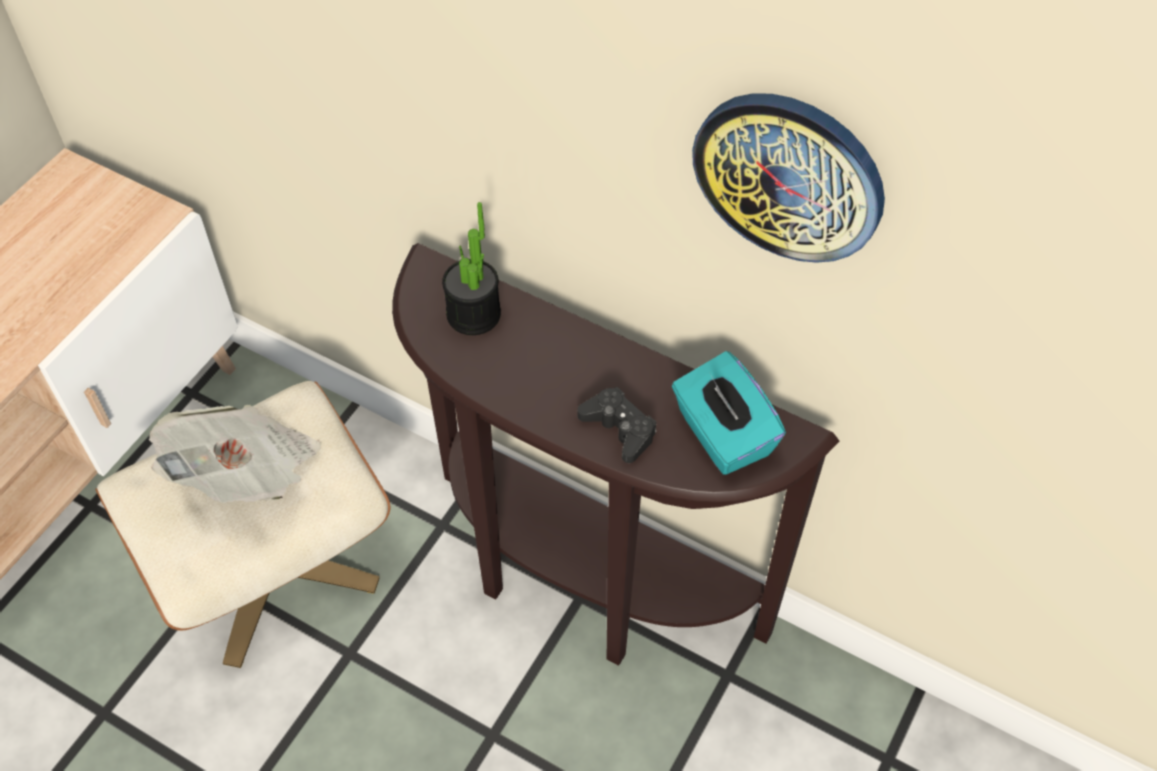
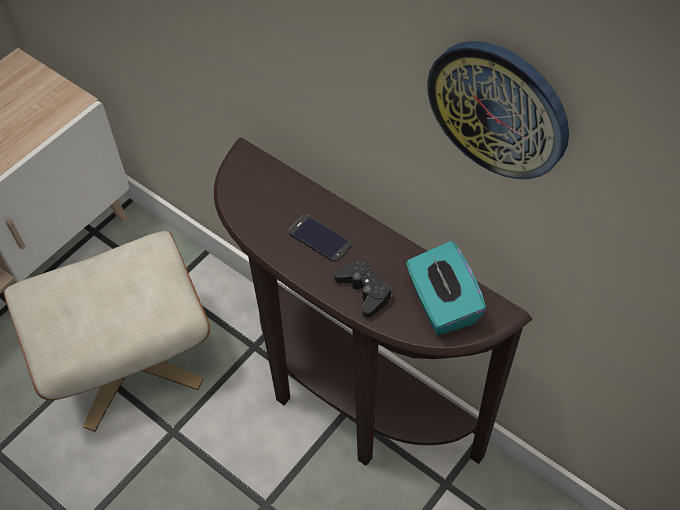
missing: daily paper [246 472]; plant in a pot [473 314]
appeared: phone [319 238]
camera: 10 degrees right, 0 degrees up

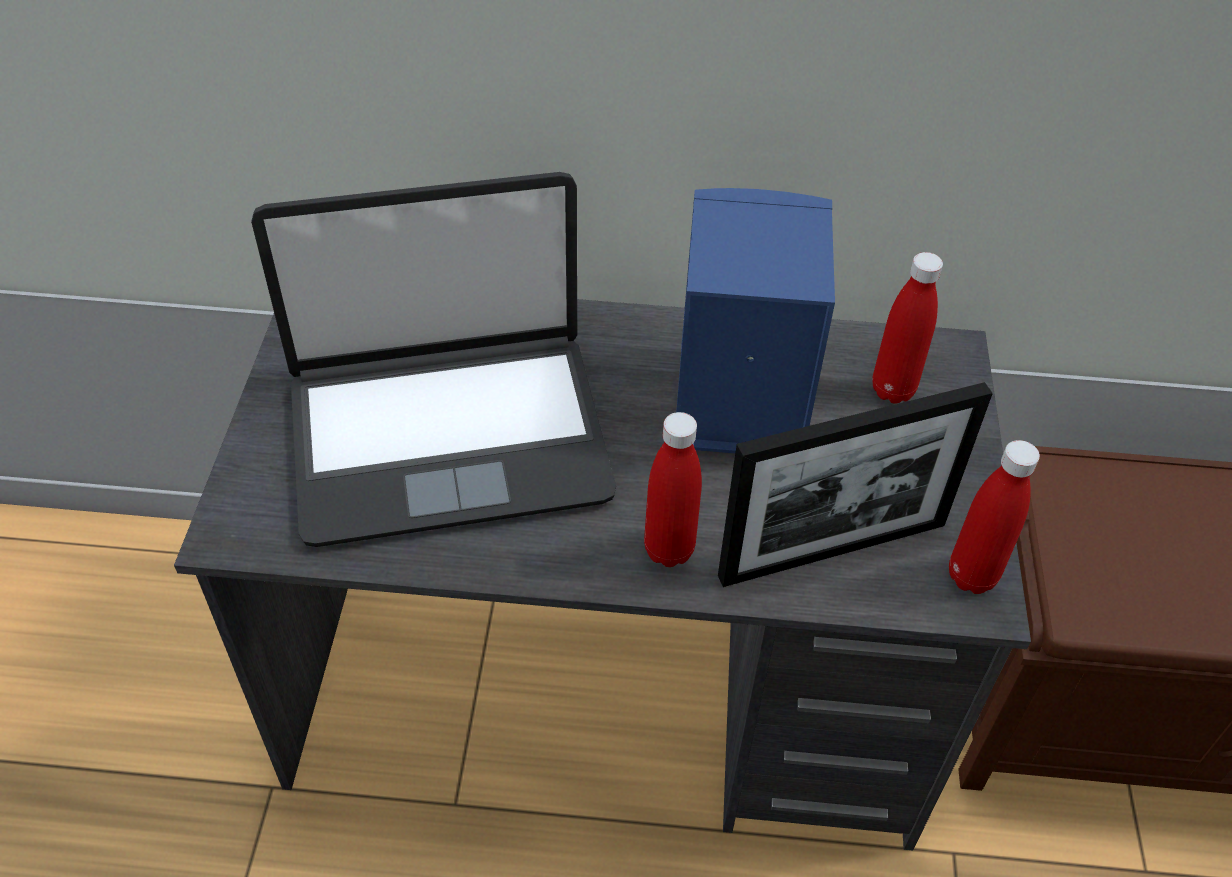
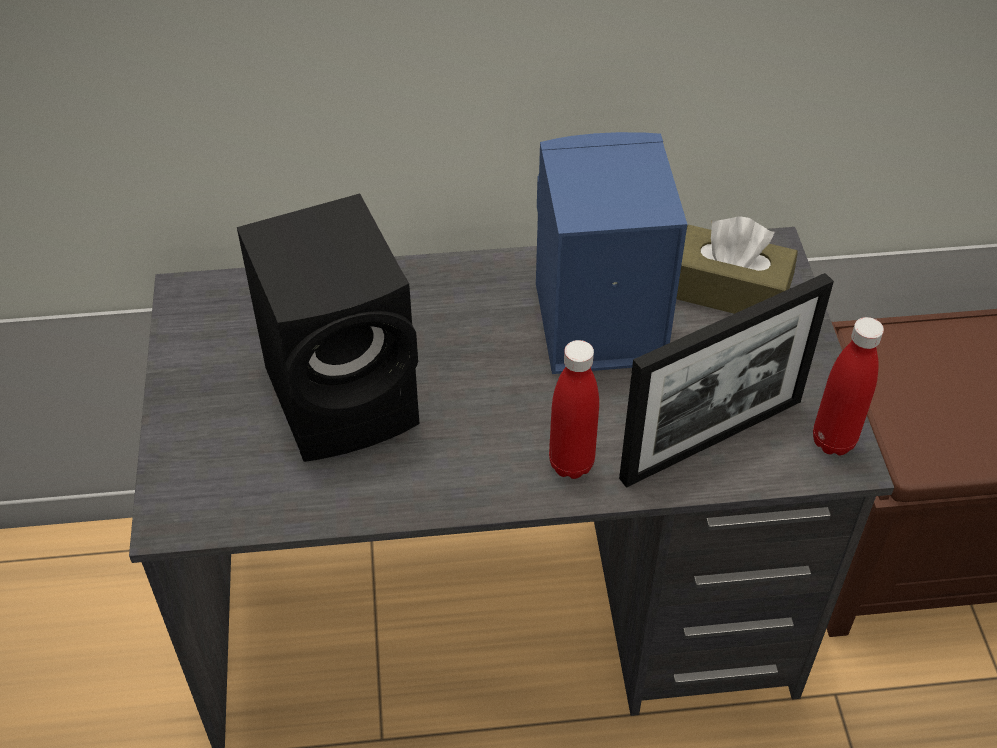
exchanged: laptop [448 436] to blackish loudspeaker [347 397]; reddish drink bottle [892 390] to brown-coloured tissue box [729 291]
camera: 10 degrees left, 0 degrees up

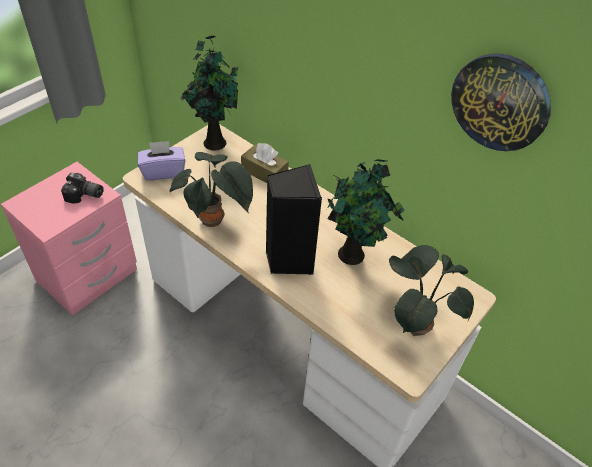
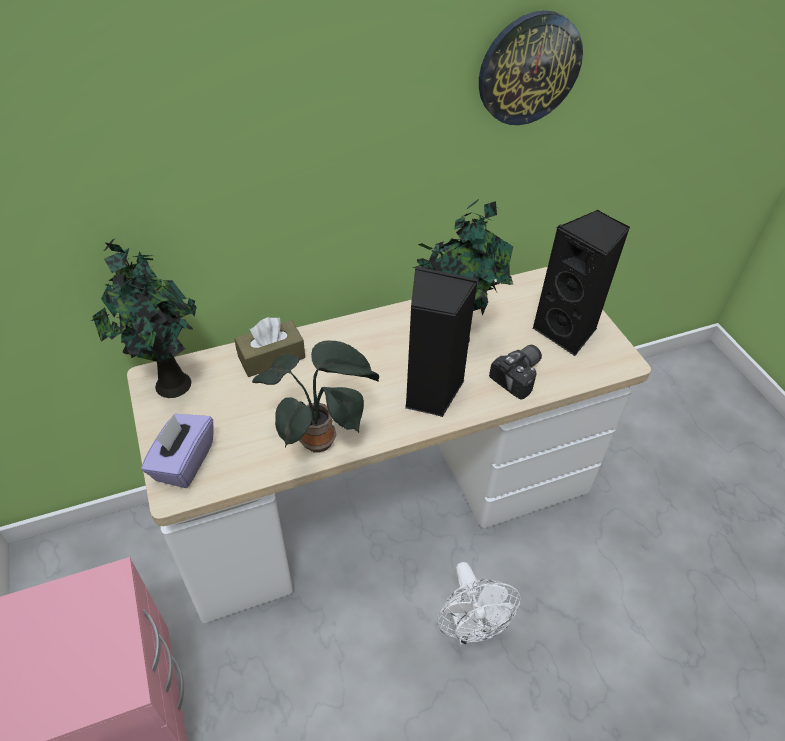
appeared: whitish fan [469 628]
relocated: photo camera [84 196] to [520 376]
exchanged: plant in a pot [414 323] to blackish loudspeaker [568 331]
camera: 60 degrees left, 0 degrees up

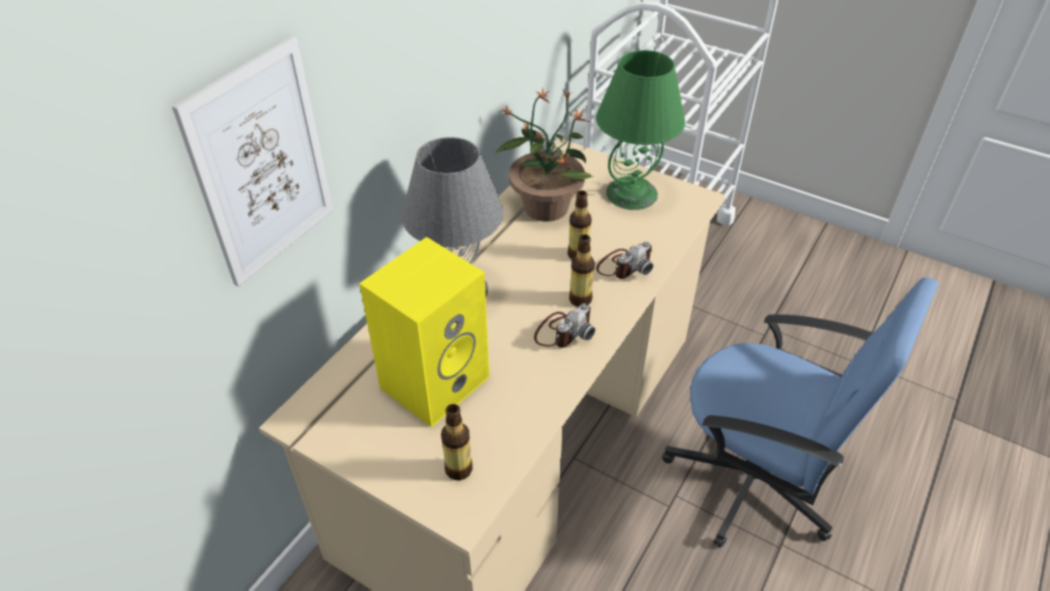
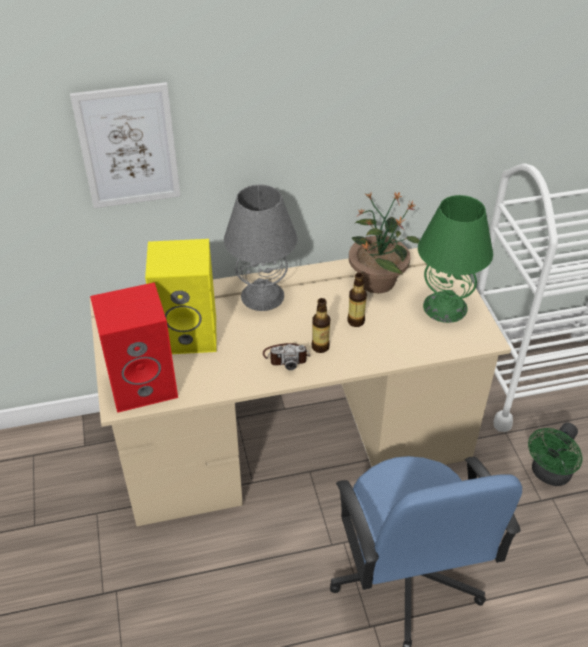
missing: photo camera [624 265]
appeared: greenish fan [549 475]
exchanged: drink bottle [458 469] to reddish loudspeaker [144 383]
camera: 45 degrees right, 0 degrees up

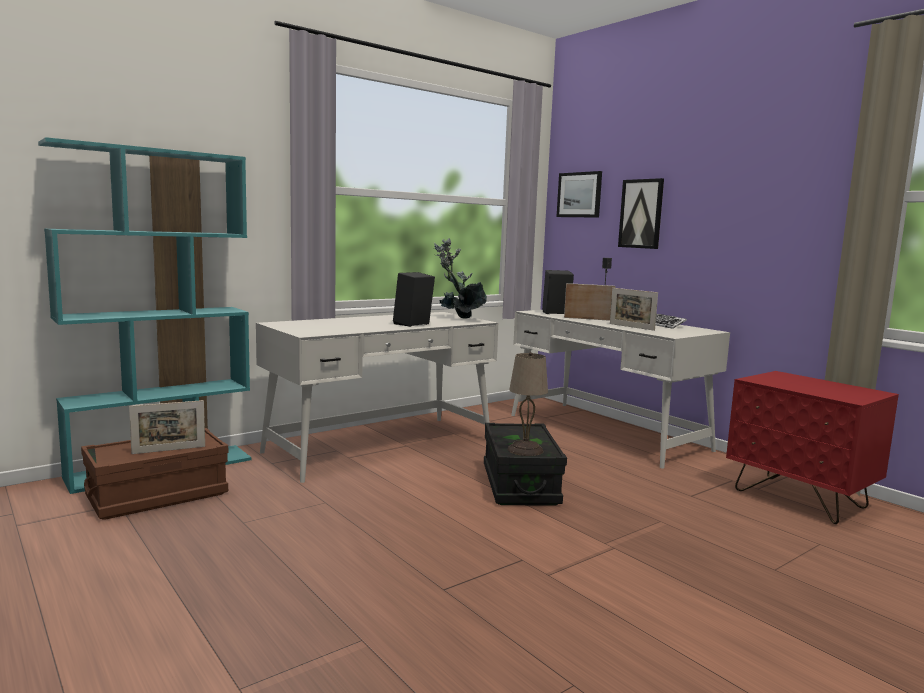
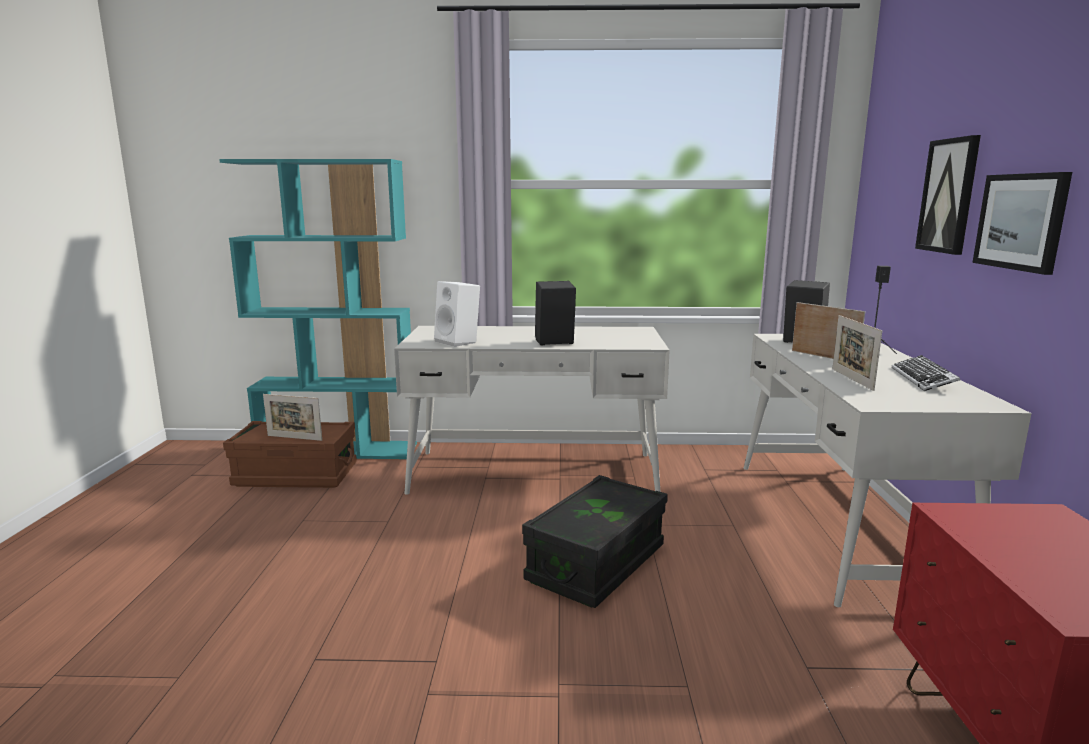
missing: plant in a pot [458 319]; beige table lamp [524 449]
appeared: whitish loudspeaker [459 342]
relocated: wall art [579 195] to [1021 221]
camera: 40 degrees right, 5 degrees up

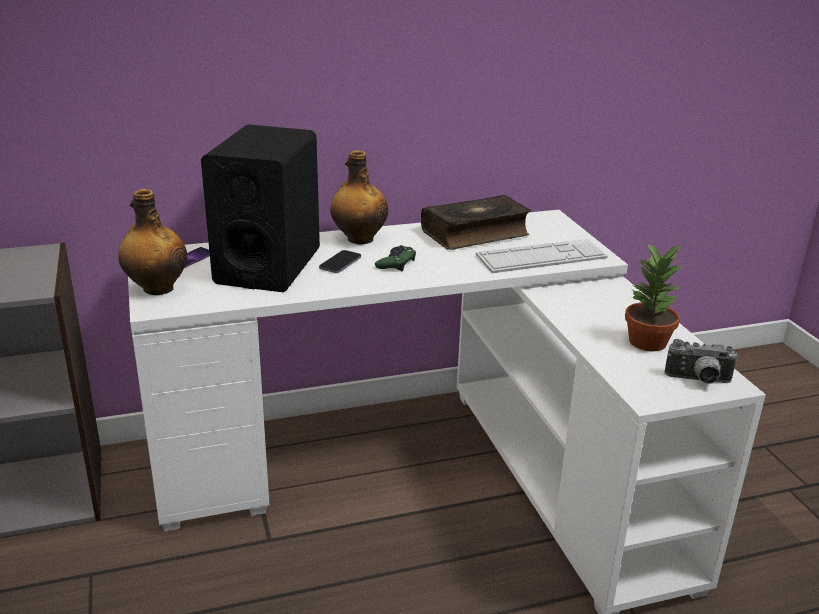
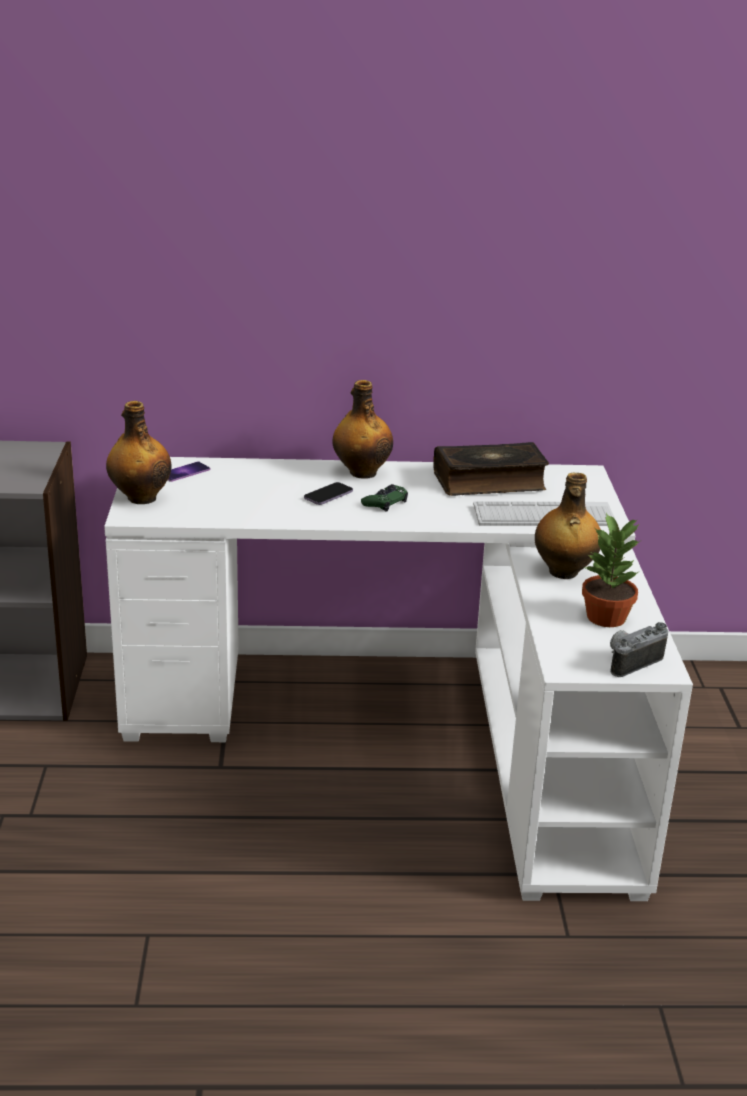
missing: blackish loudspeaker [268 266]
appeared: drink bottle [563 572]
spun: photo camera [698 381] = [630 661] 120 degrees clockwise
camera: 15 degrees right, 0 degrees up

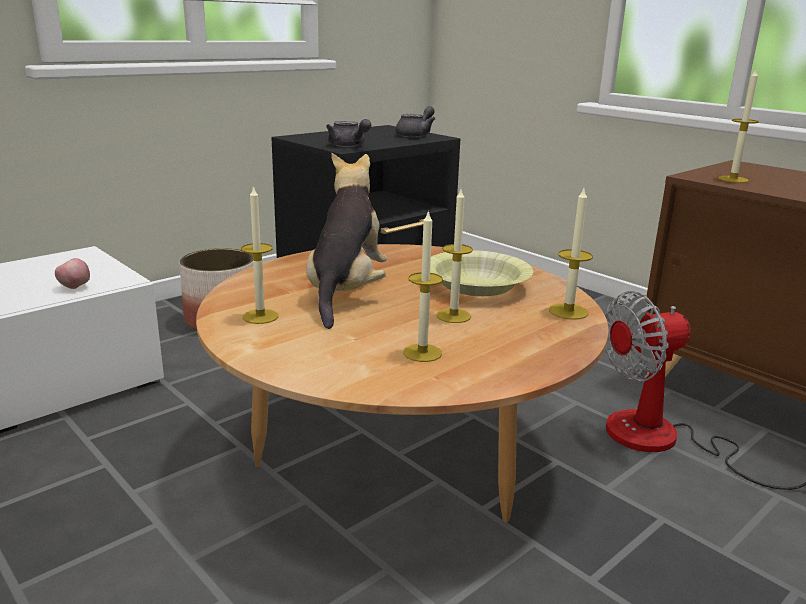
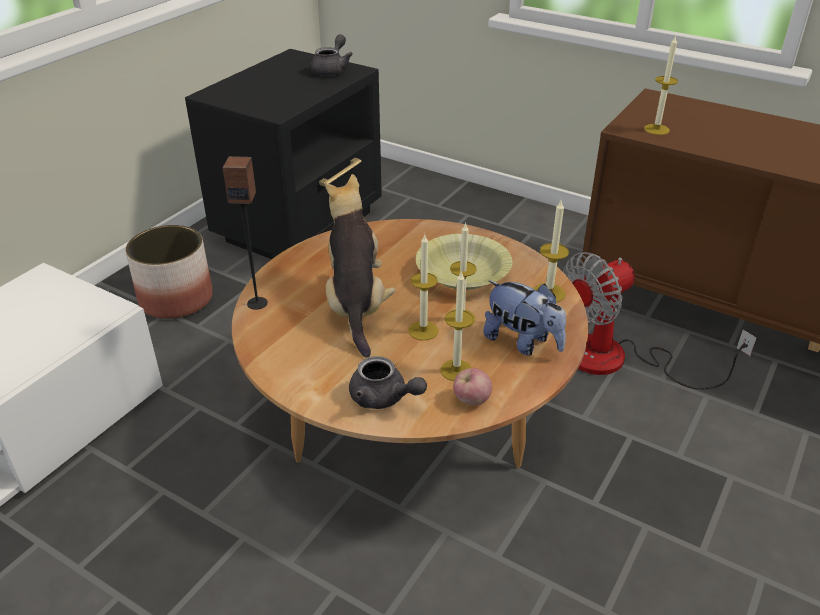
appeared: loudspeaker [257 303]; cuddly toy [522 342]
relocated: apple fruit [74 287] to [471 400]; wax light [260 316] to [423 330]; gray tea pot [348 146] to [384 398]
camera: 15 degrees left, 15 degrees up

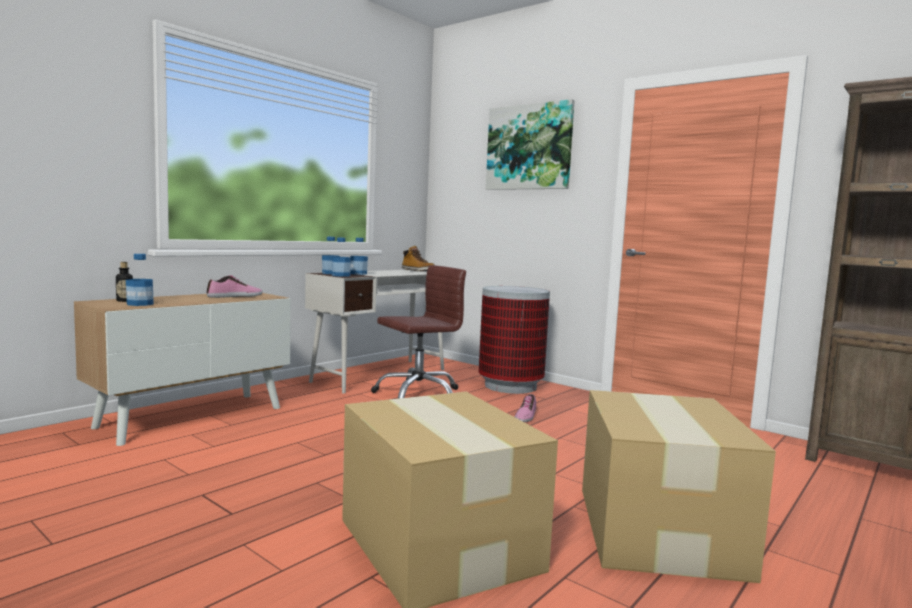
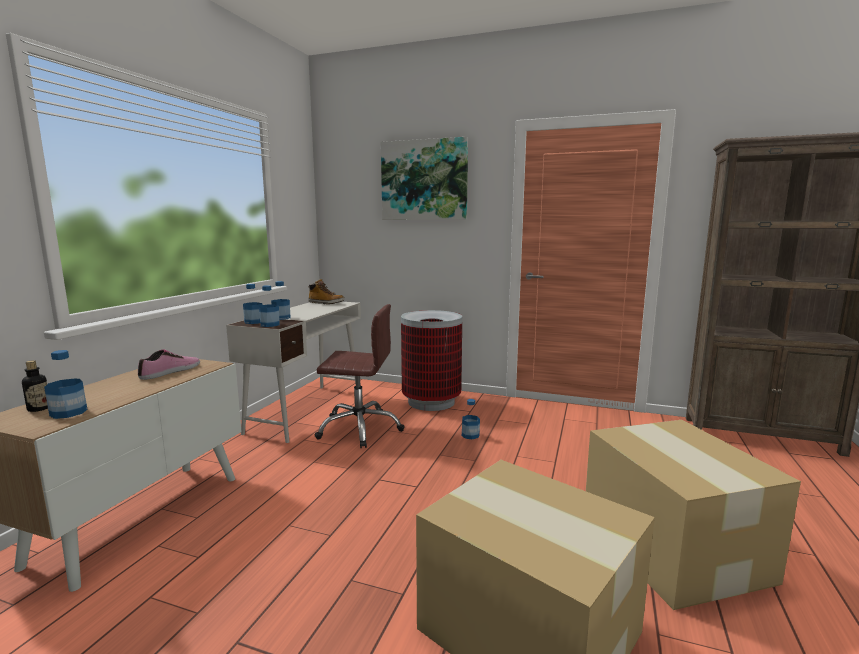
exchanged: low shoe [525 415] to drink bottle [470 435]
spun: brown-coloured computer chair [418 394] = [359 428] 60 degrees clockwise
camera: 20 degrees left, 5 degrees up

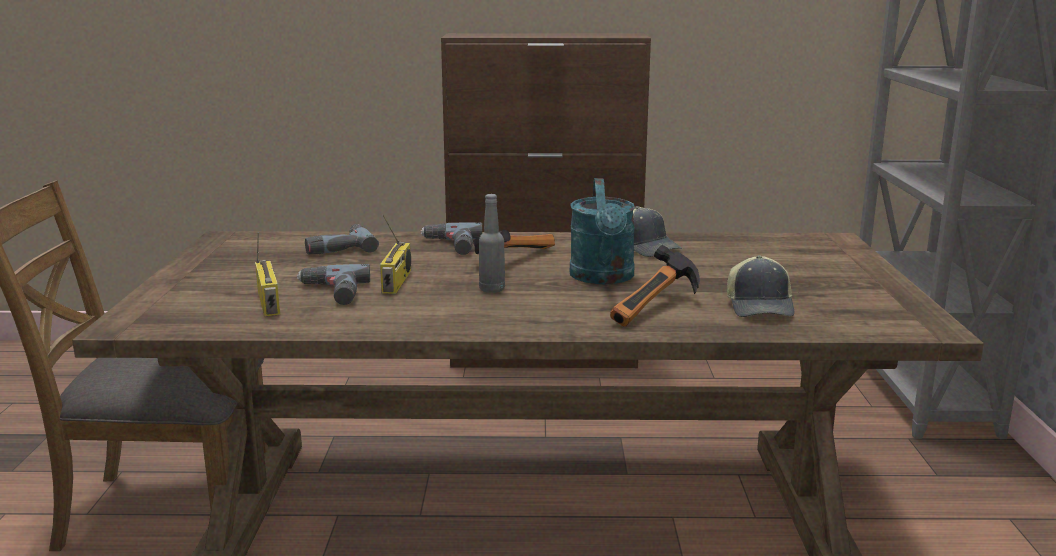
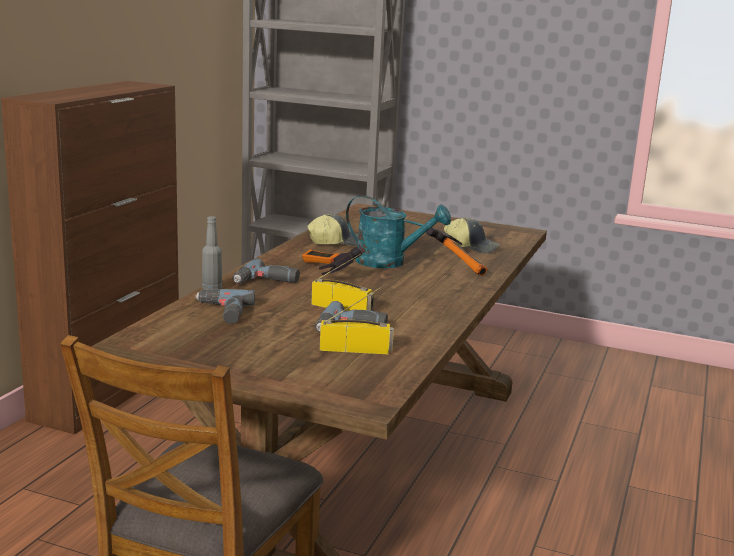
relocated: gray drink bottle [491 289] to [212 289]
camera: 70 degrees left, 0 degrees up

